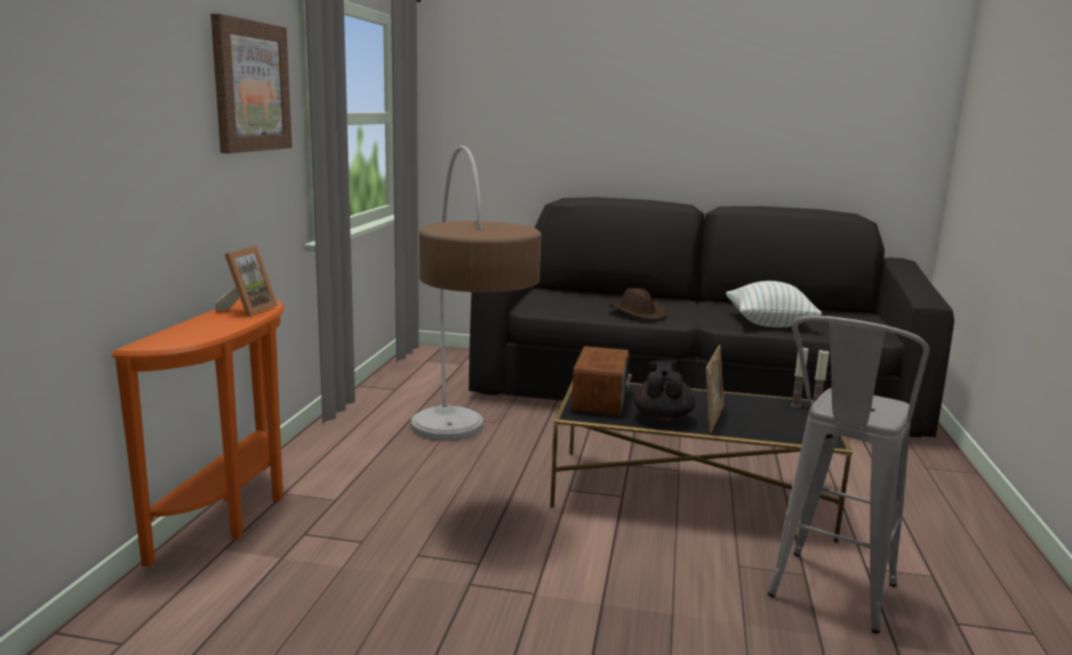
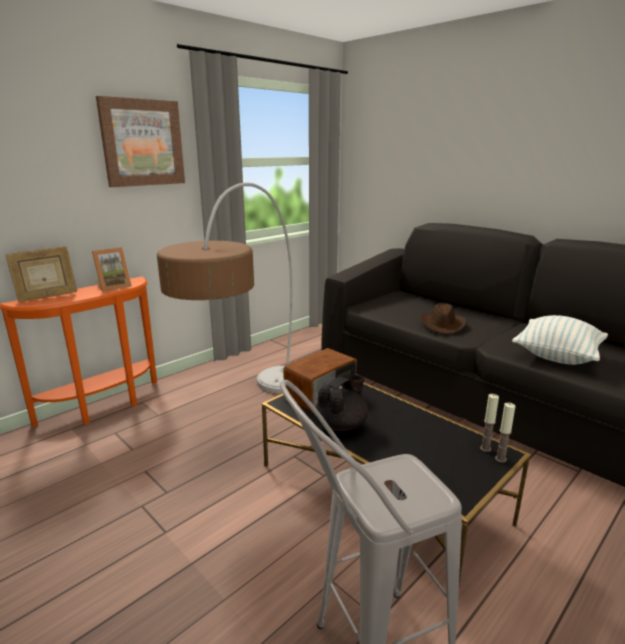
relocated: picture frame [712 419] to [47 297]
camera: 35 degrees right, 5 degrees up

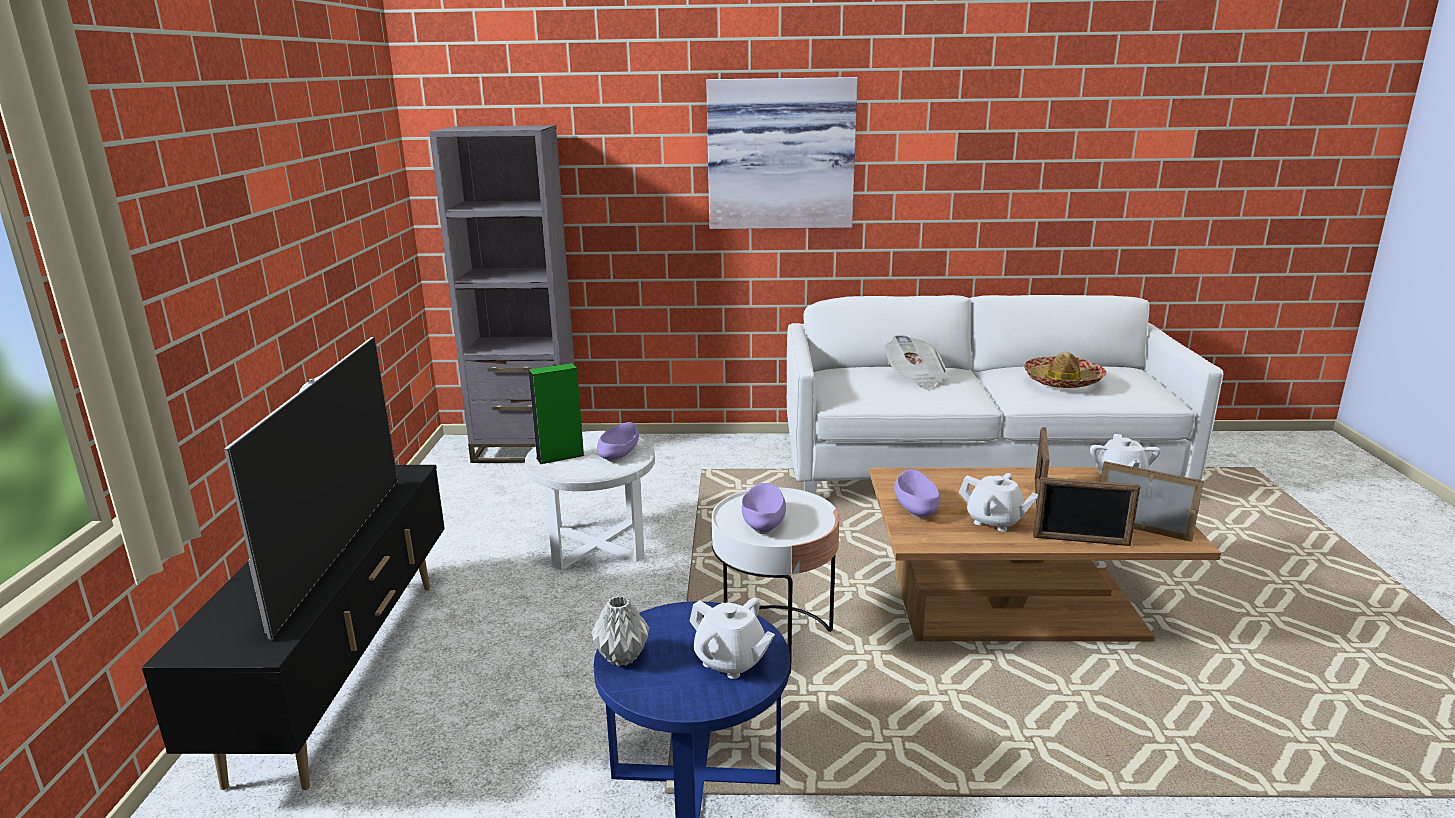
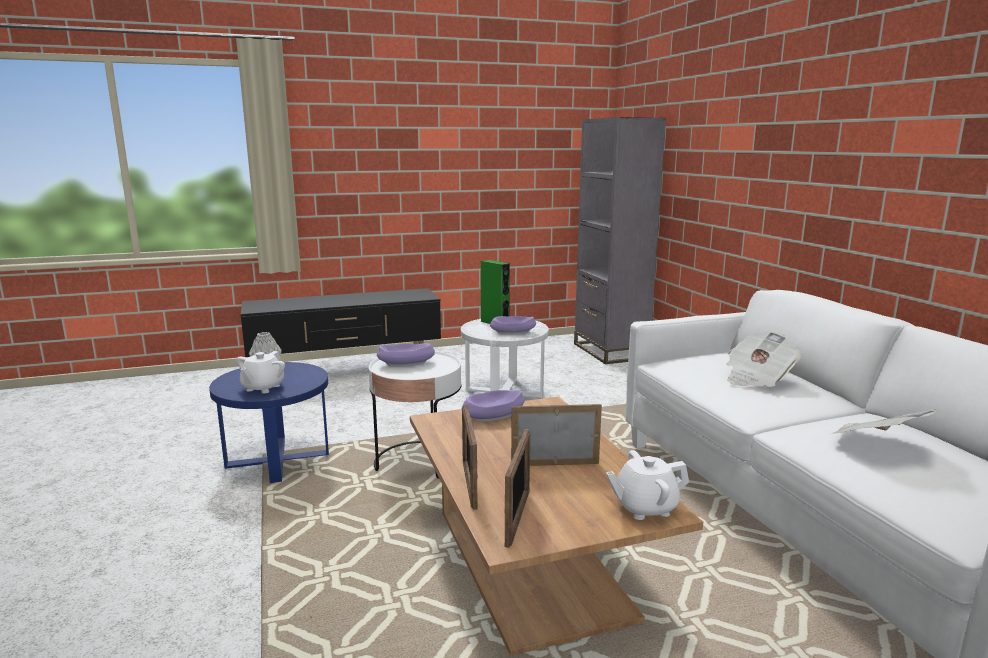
missing: TV [341 549]; wall art [780 154]; whitish tea pot [994 521]
exchanged: hat [1062 381] to daily paper [876 444]
camera: 70 degrees right, 5 degrees down

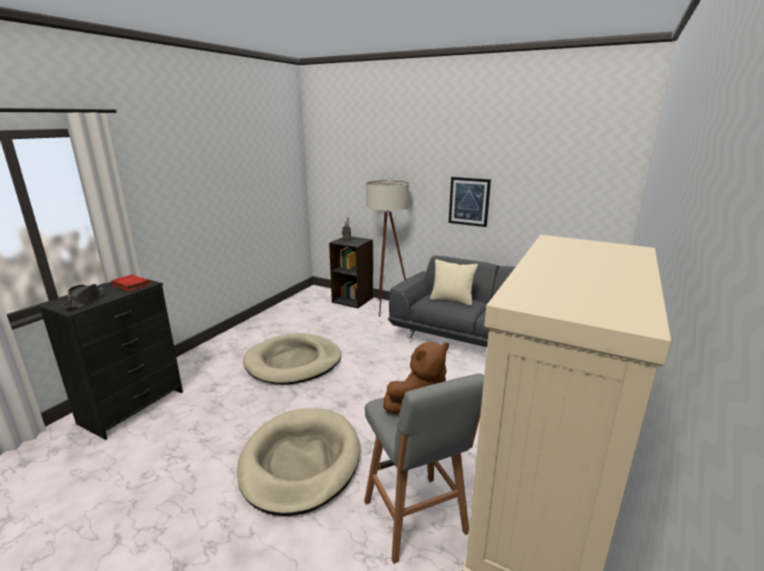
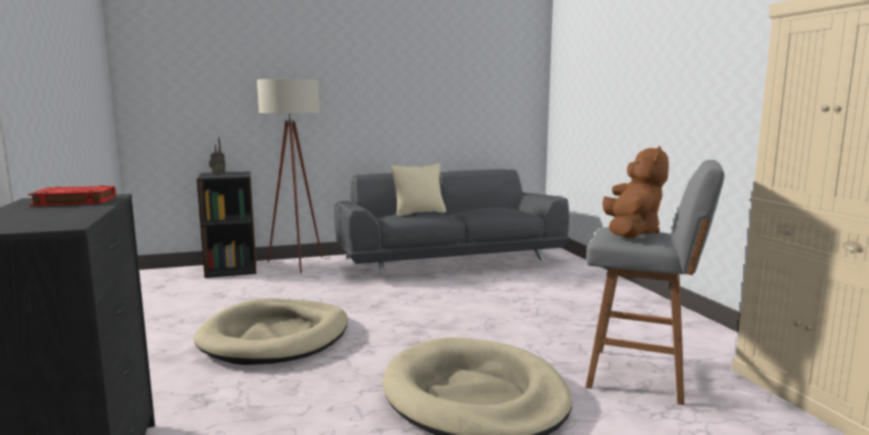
missing: blackish hat [86 300]; wall art [469 201]
camera: 45 degrees left, 10 degrees down

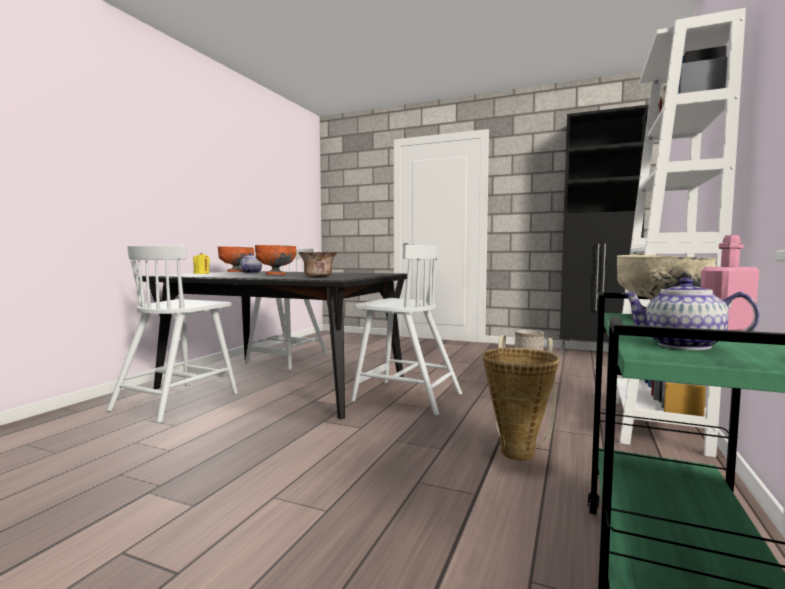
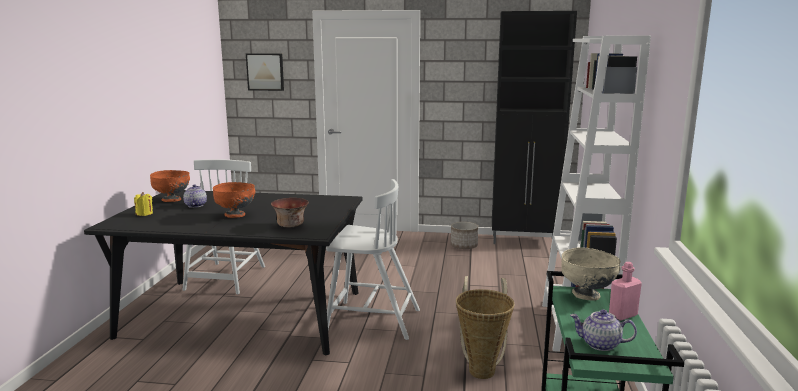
missing: whitish upright chair [177 401]
appeared: wall art [265 72]
camera: 15 degrees left, 10 degrees up

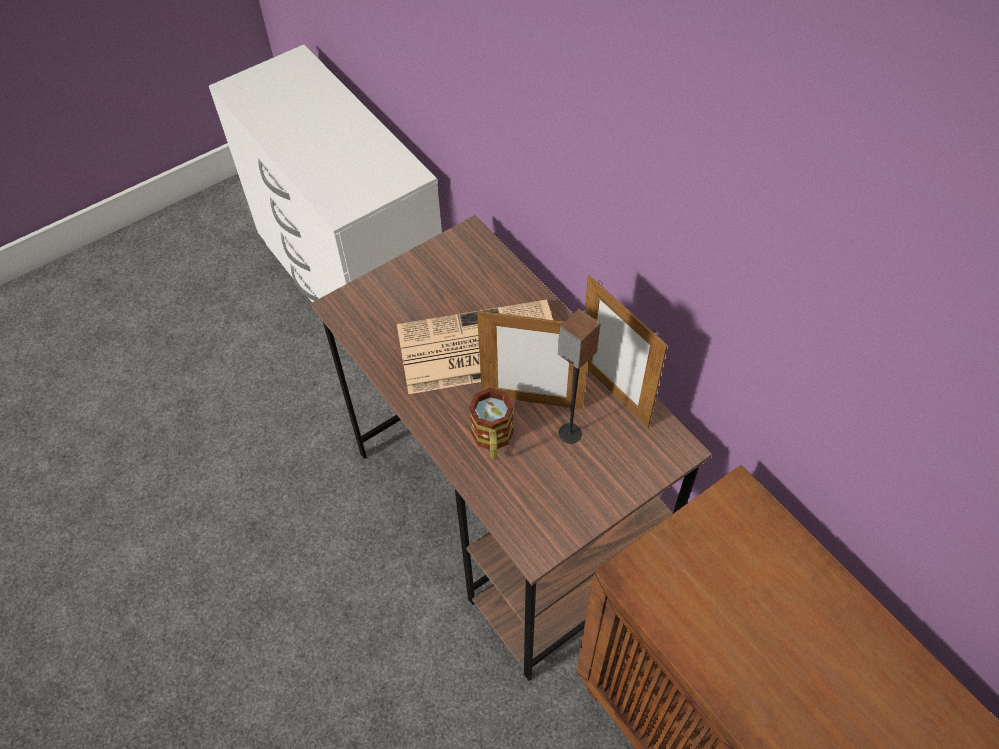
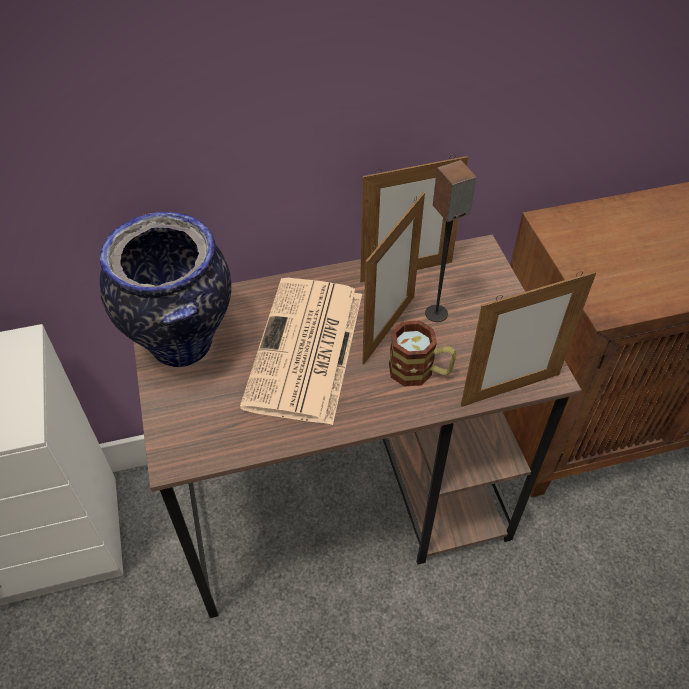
appeared: vase [183 346]; picture frame [510 389]
camera: 70 degrees left, 5 degrees down

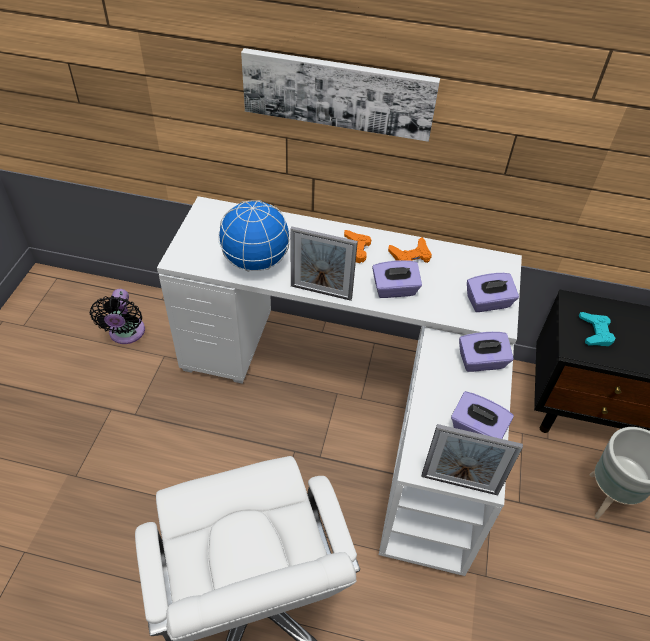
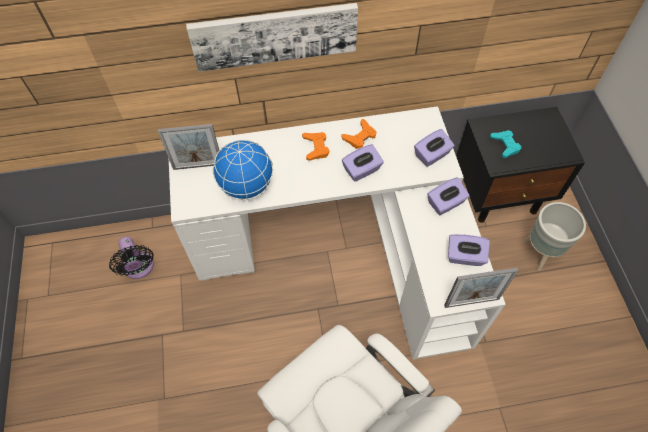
relocated: picture frame [321 292] to [198 166]
camera: 20 degrees left, 10 degrees up

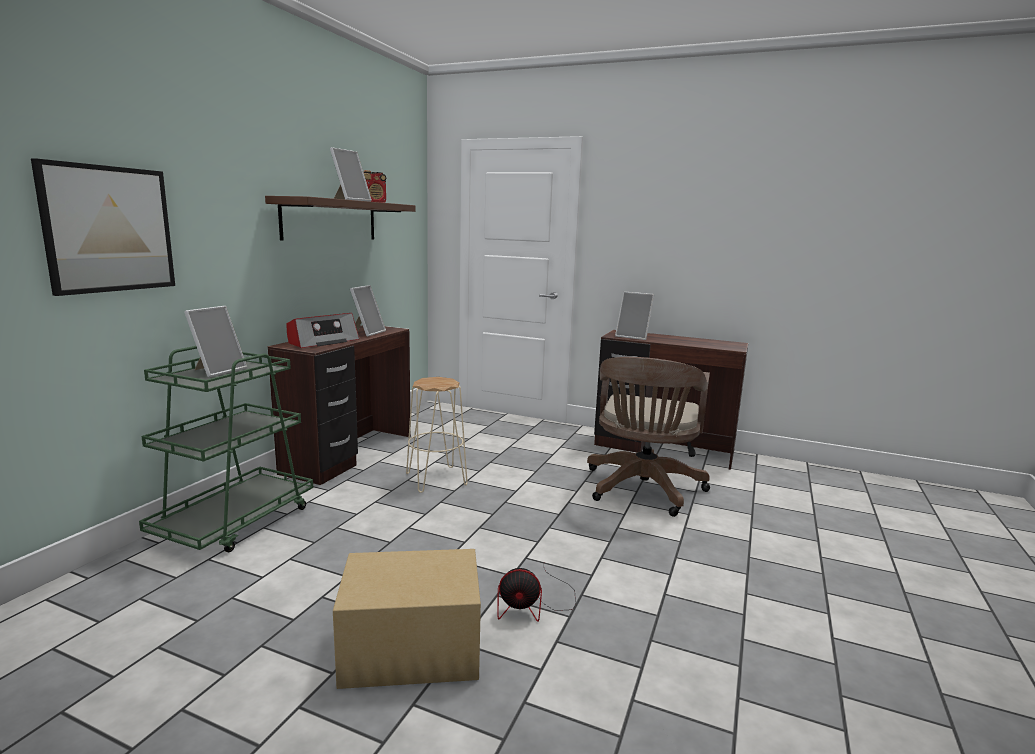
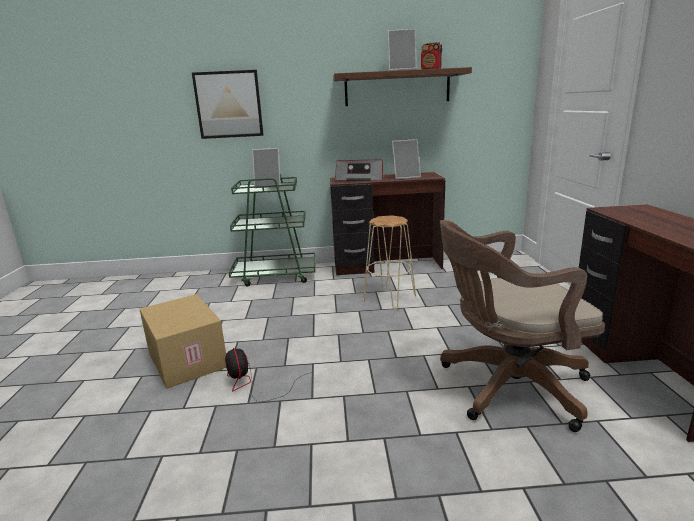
missing: picture frame [633 337]
camera: 65 degrees right, 5 degrees up

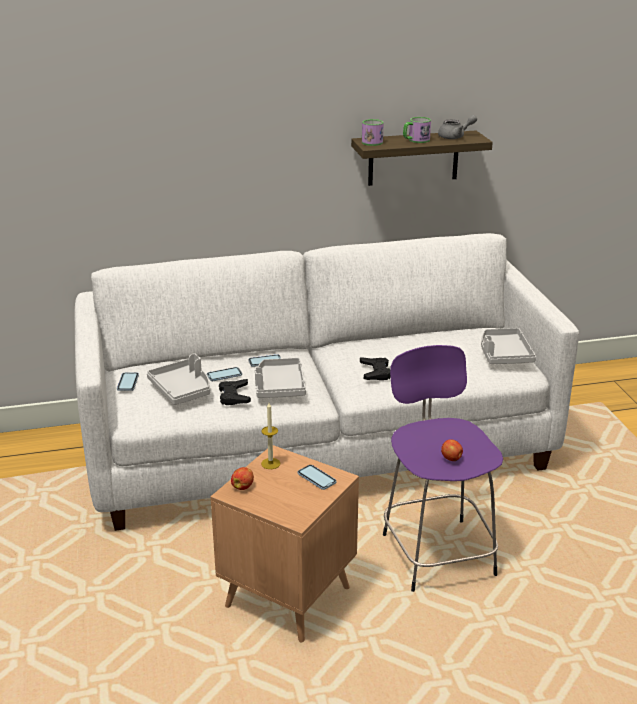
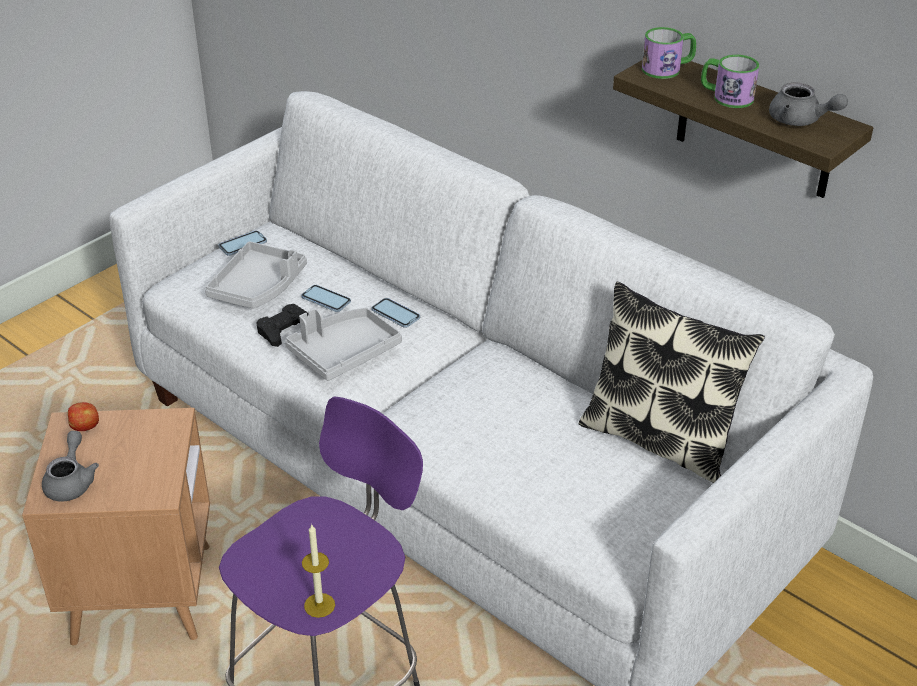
missing: phone [316 478]; blackish gamepad [375 372]; apple fruit [451 459]; gray tray [504 354]
appeared: gray tea pot [71 482]; pillow [659 439]
relocated: wax light [270 463] to [319 605]
camera: 55 degrees right, 10 degrees up

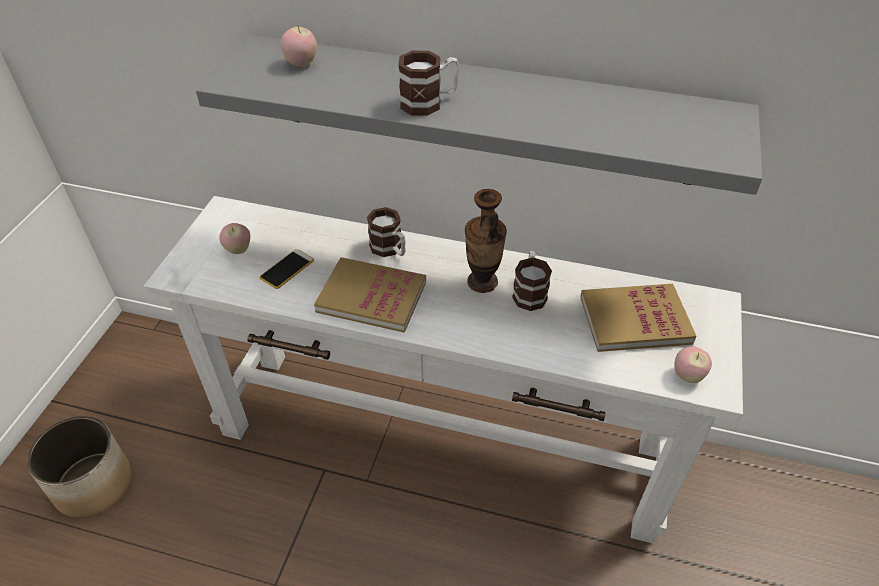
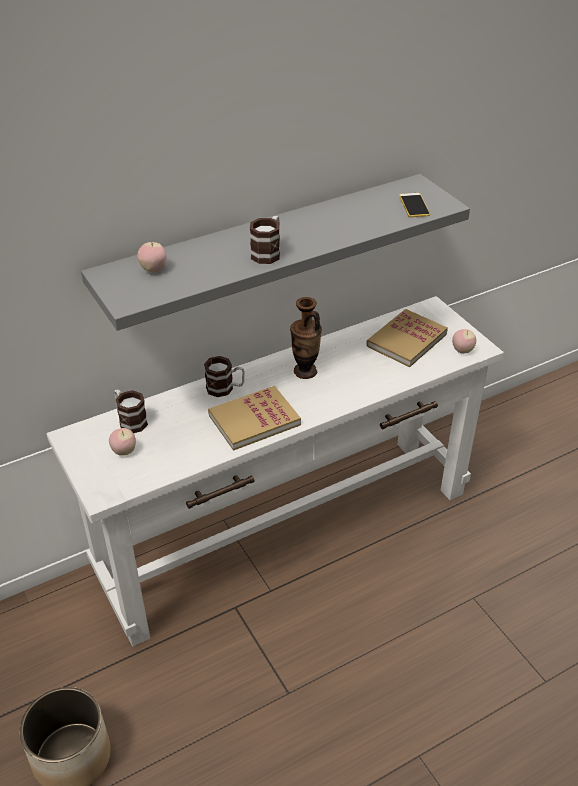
relocated: phone [287 269] to [414 205]; coffee mug [529 292] to [130 420]
camera: 45 degrees left, 5 degrees down

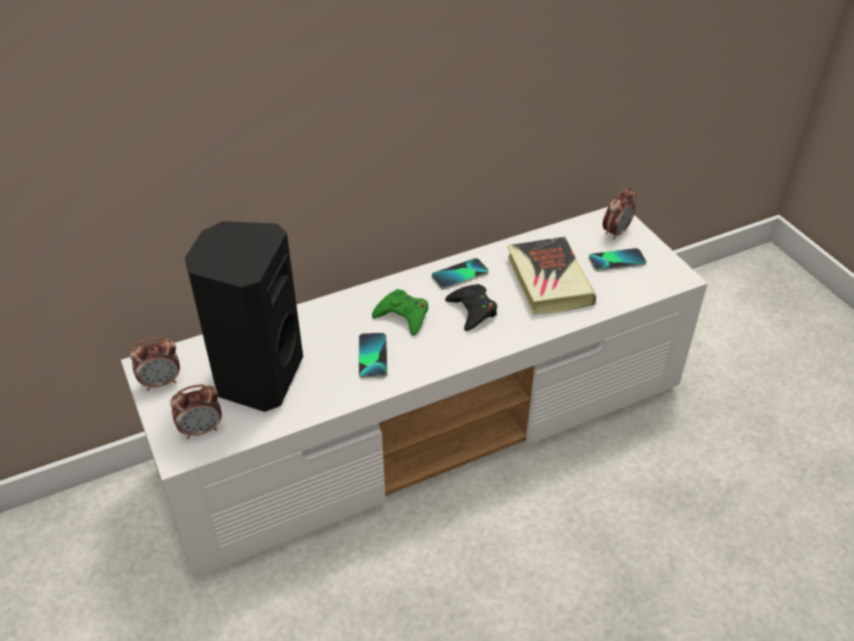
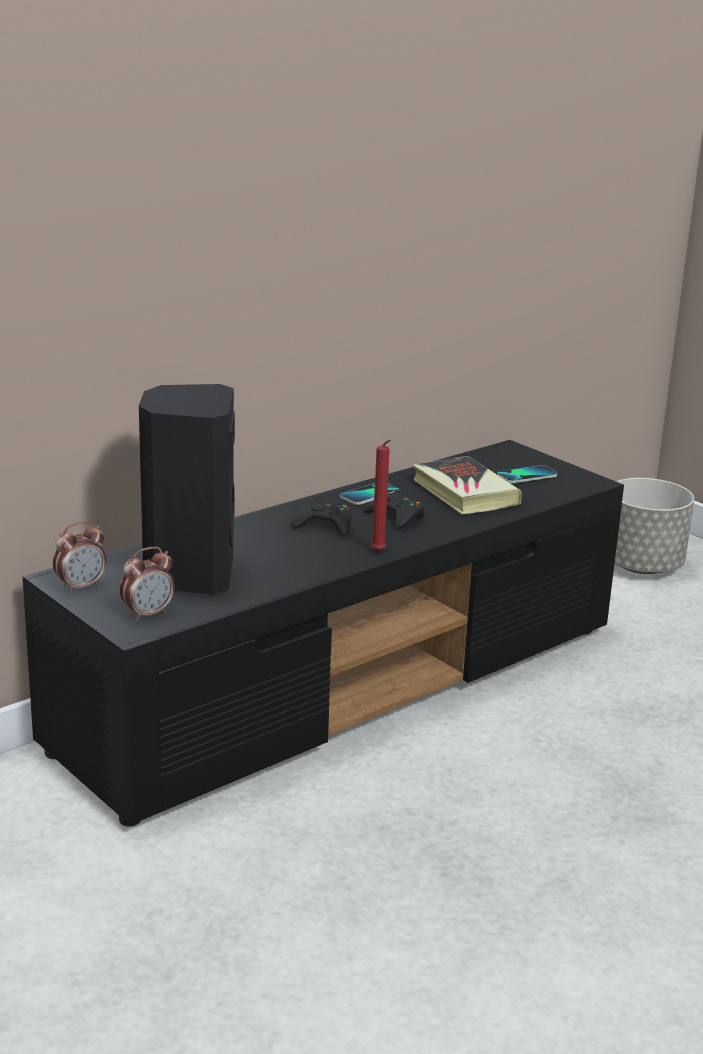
missing: phone [372 356]; alarm clock [616 232]
appeared: reddish wax light [379 552]; gray flower pot [640 566]
colour: whitish media console [429 426] to blackish media console [347 685]; greenish gamepad [403 316] to blackish gamepad [325 525]
camera: 15 degrees left, 20 degrees down

